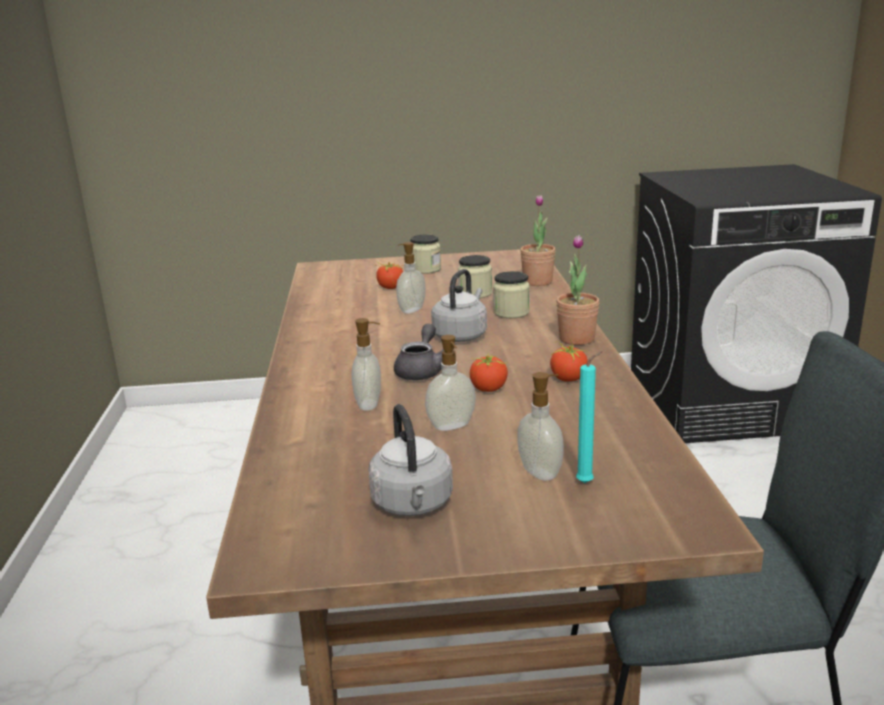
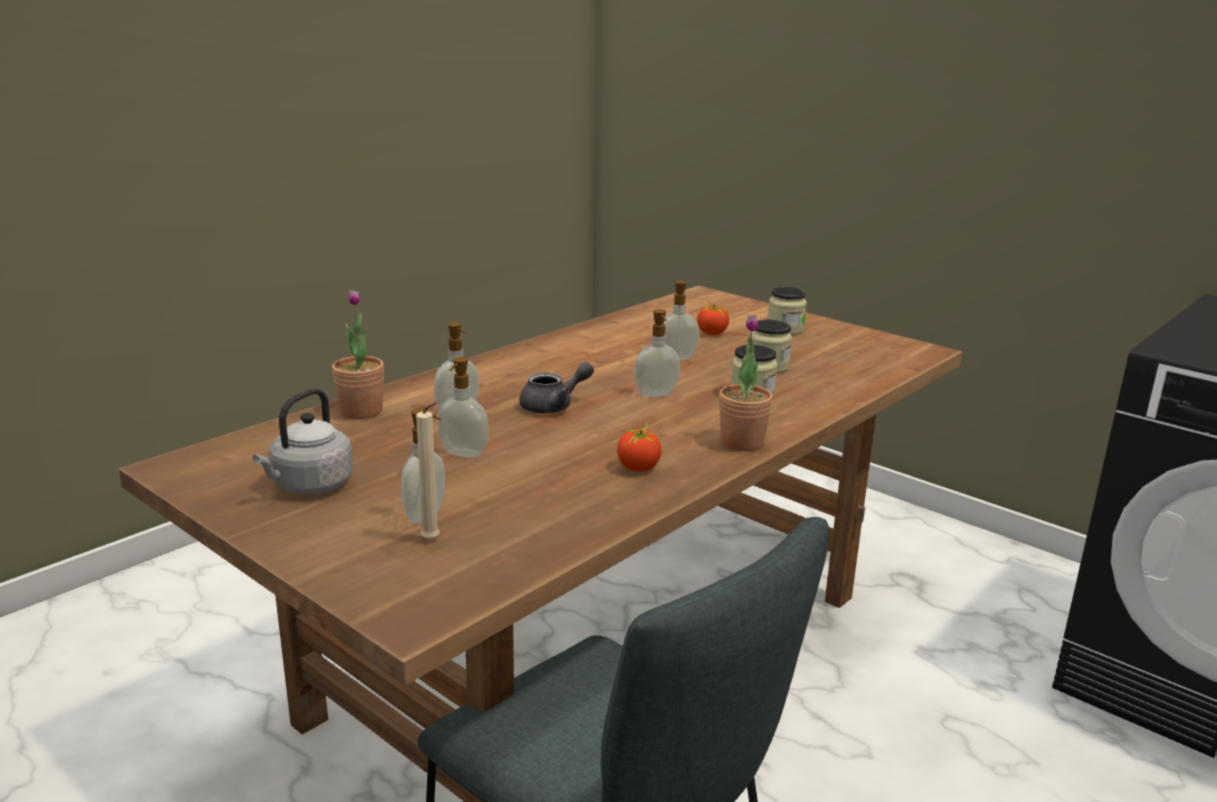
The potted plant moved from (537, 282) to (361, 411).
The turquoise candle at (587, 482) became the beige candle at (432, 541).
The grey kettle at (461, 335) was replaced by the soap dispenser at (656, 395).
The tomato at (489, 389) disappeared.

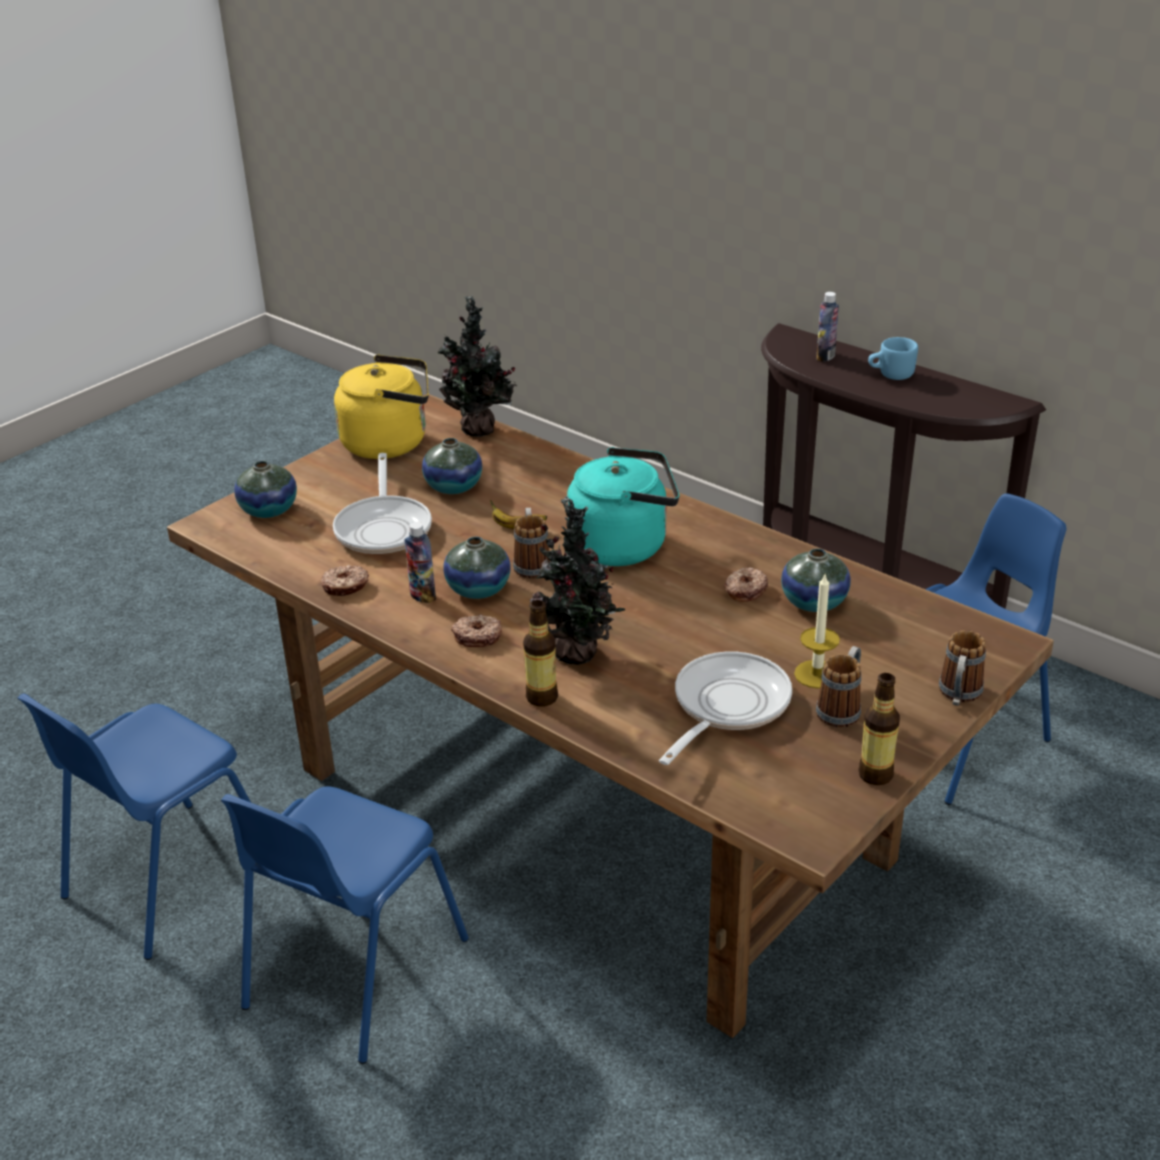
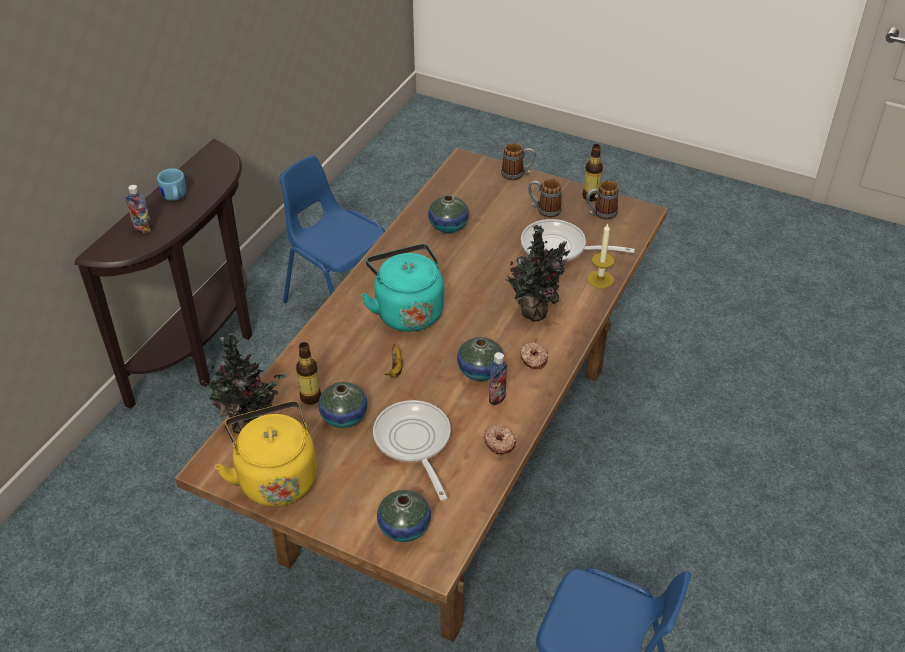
The bottle moved from (542, 697) to (310, 397).
The frying pan at (384, 527) turned 90 degrees counterclockwise.
The mug moved from (532, 564) to (600, 214).
The candle moved from (817, 674) to (600, 279).
The blue chair at (352, 973) disappeared.
The donut at (744, 590) disappeared.

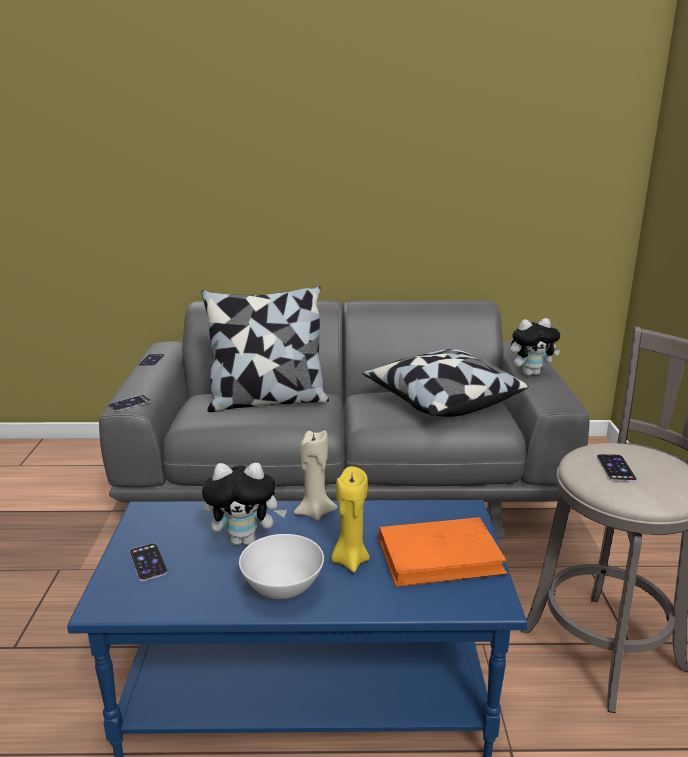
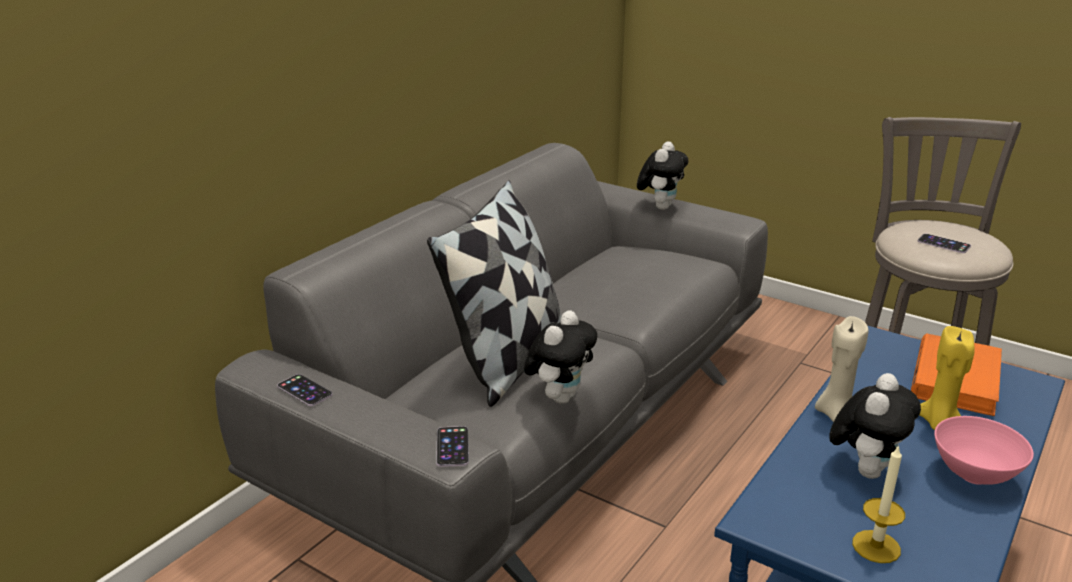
The plush toy at (560, 396) appeared.
The phone at (148, 562) was replaced by the candle at (876, 546).
The white bowl at (282, 591) became the pink bowl at (974, 476).
The pillow at (441, 401) disappeared.

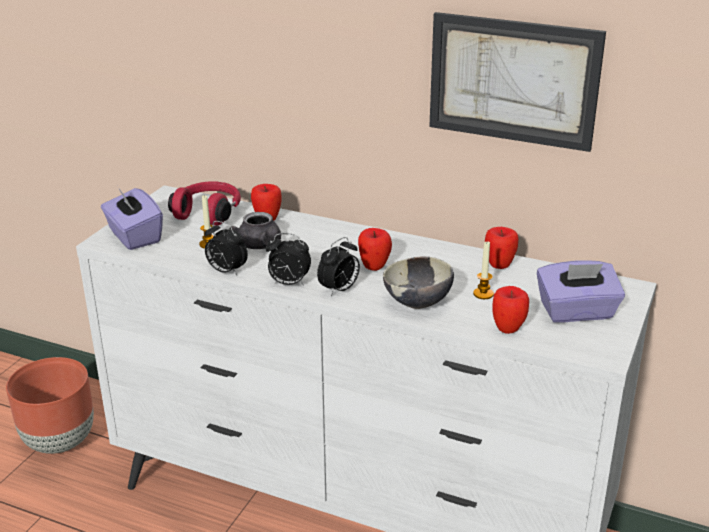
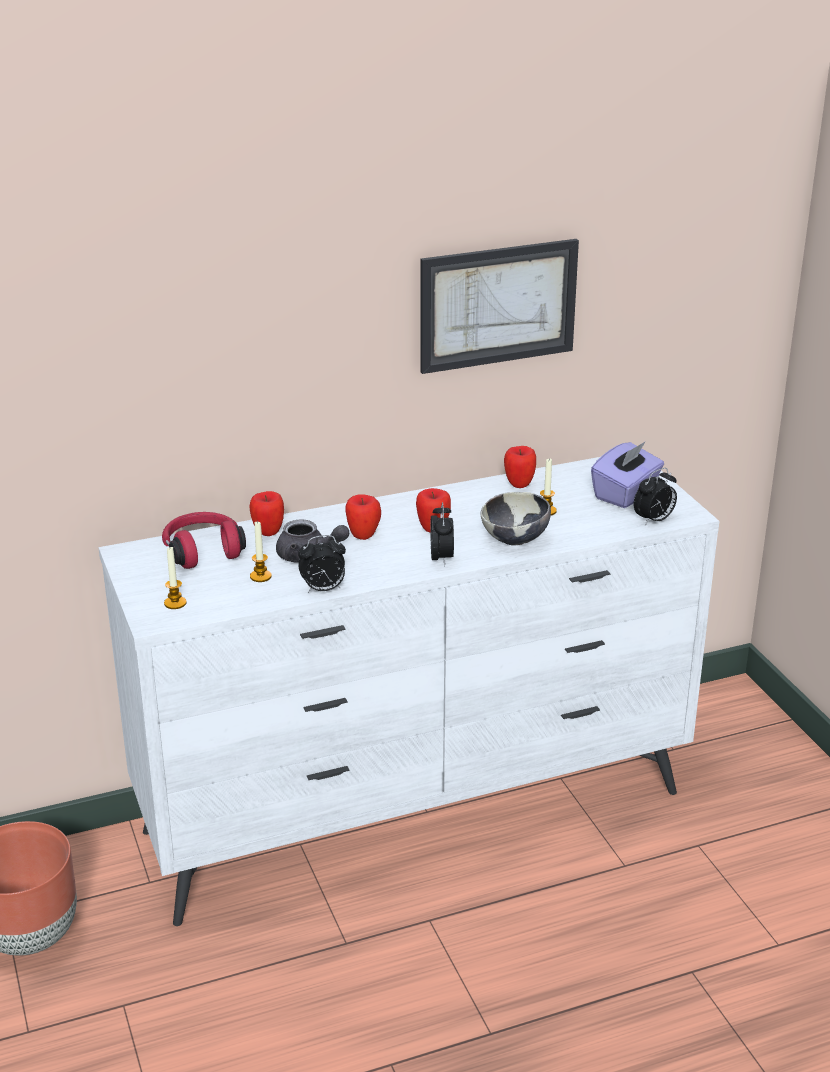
The purple tissue box at (134, 236) was replaced by the candle at (175, 603).
The apple moved from (508, 329) to (363, 535).
The alarm clock moved from (288, 283) to (654, 520).

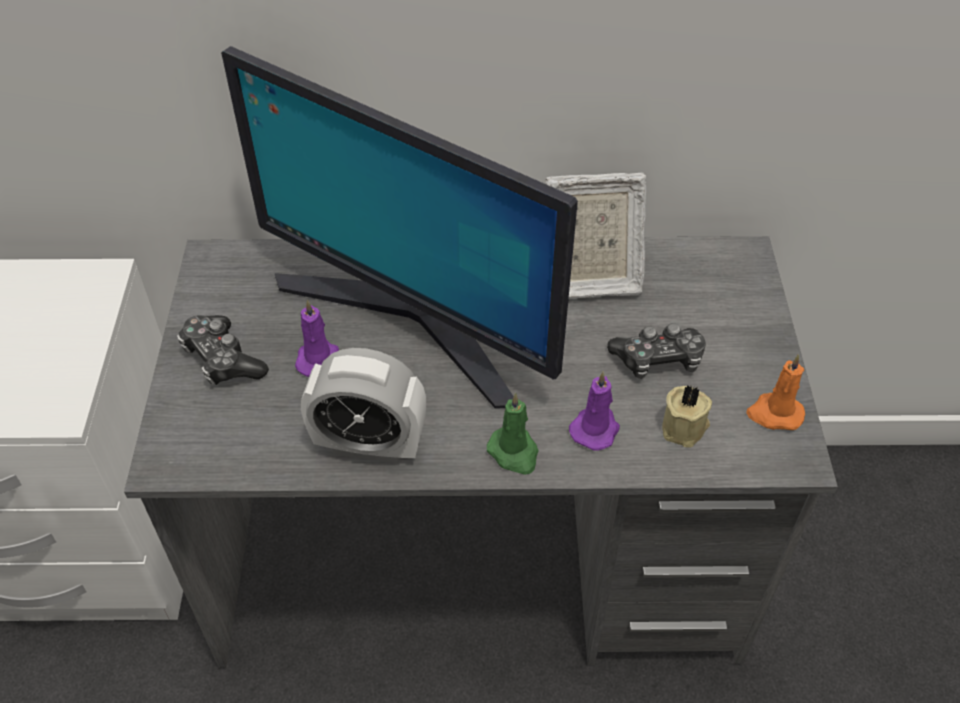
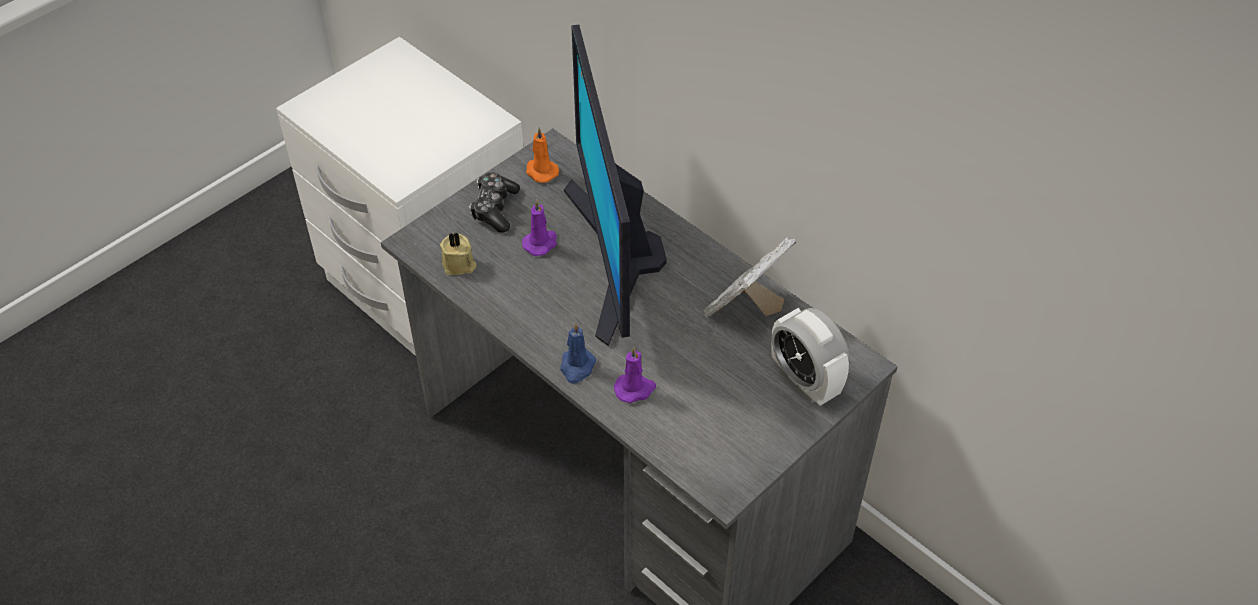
The beige candle moved from (685, 428) to (459, 265).
The orange candle moved from (774, 413) to (541, 171).
The green candle at (514, 453) became the blue candle at (577, 367).
The picture frame at (590, 277) turned 90 degrees clockwise.
The alarm clock moved from (369, 445) to (804, 381).
The game controller at (658, 360) disappeared.

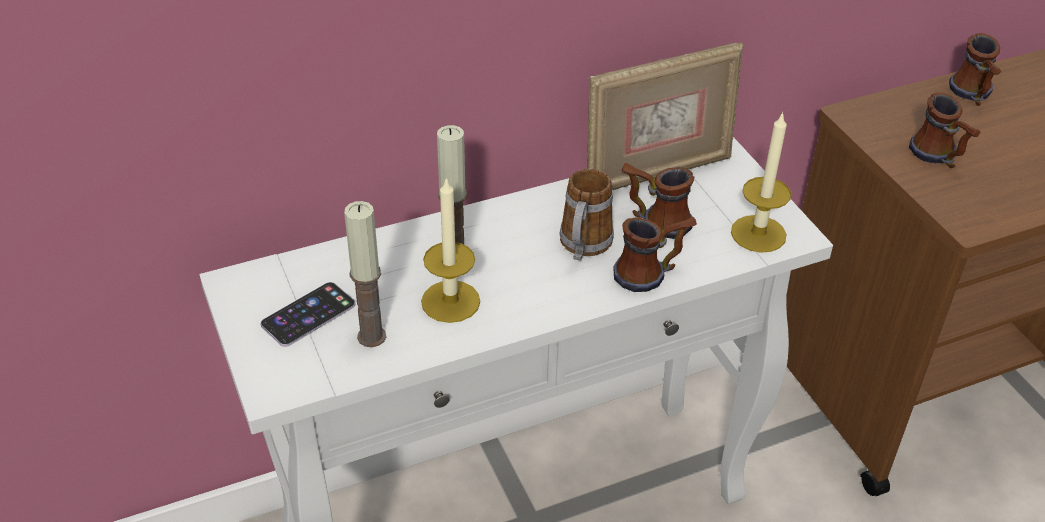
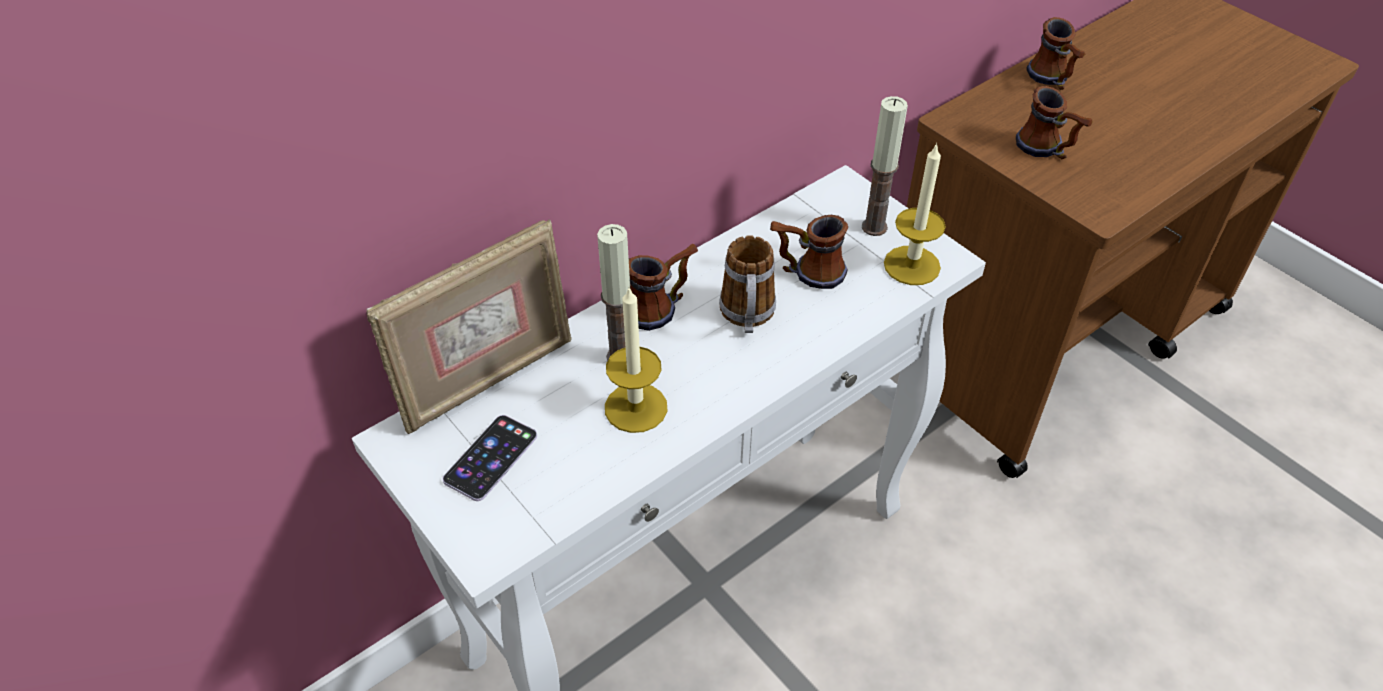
The picture frame moved from (656, 172) to (487, 380).
The mug moved from (651, 273) to (661, 307).
The candle moved from (371, 336) to (874, 227).

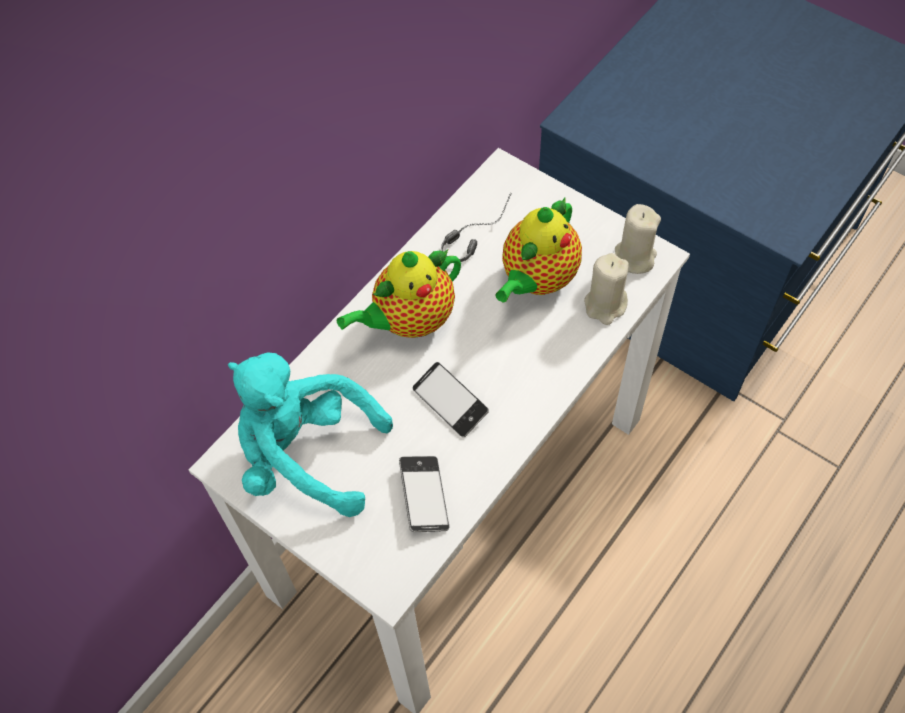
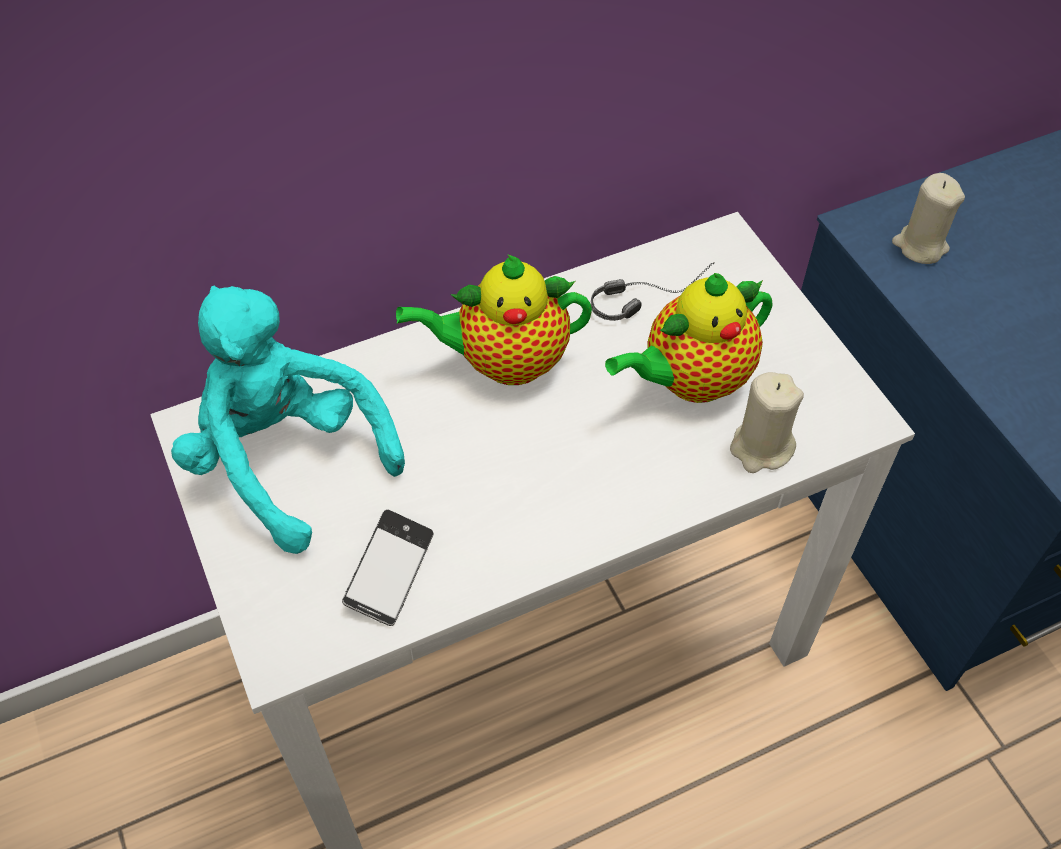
The beige candle moved from (633, 257) to (920, 246).
The phone at (450, 402) disappeared.

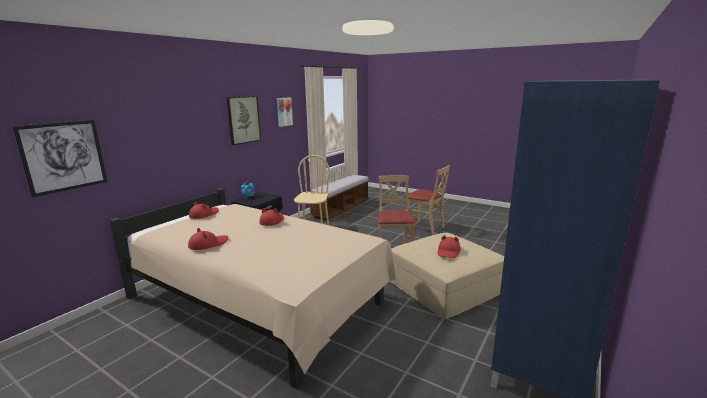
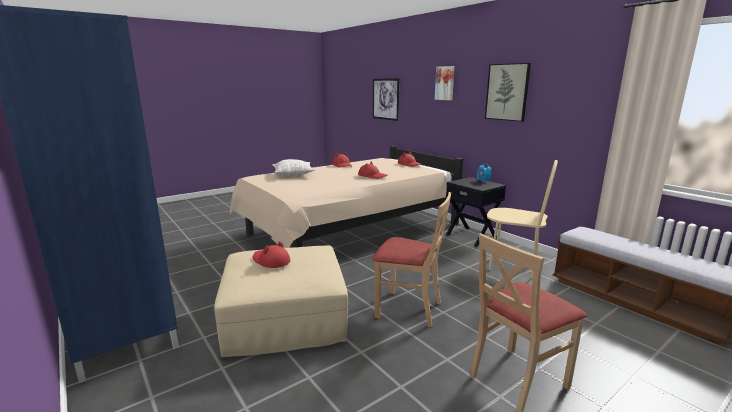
The pillow at (293, 174) appeared.
The picture moved from (284, 111) to (445, 83).

